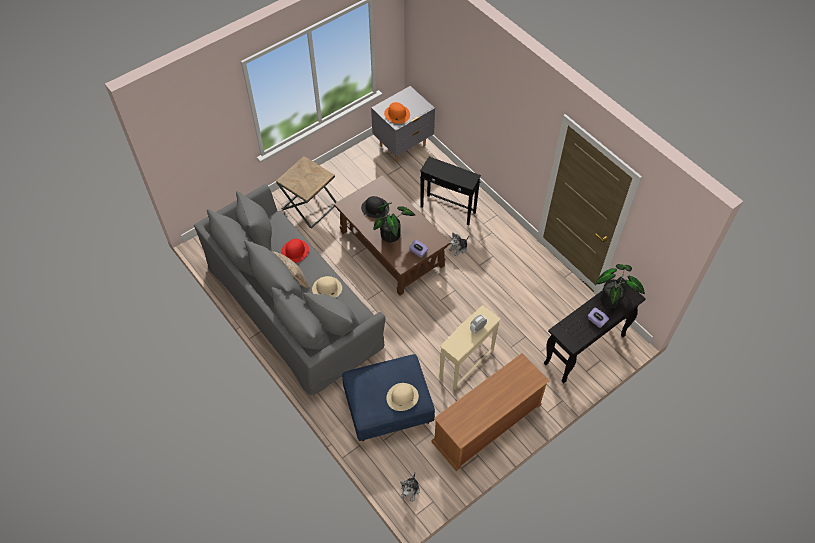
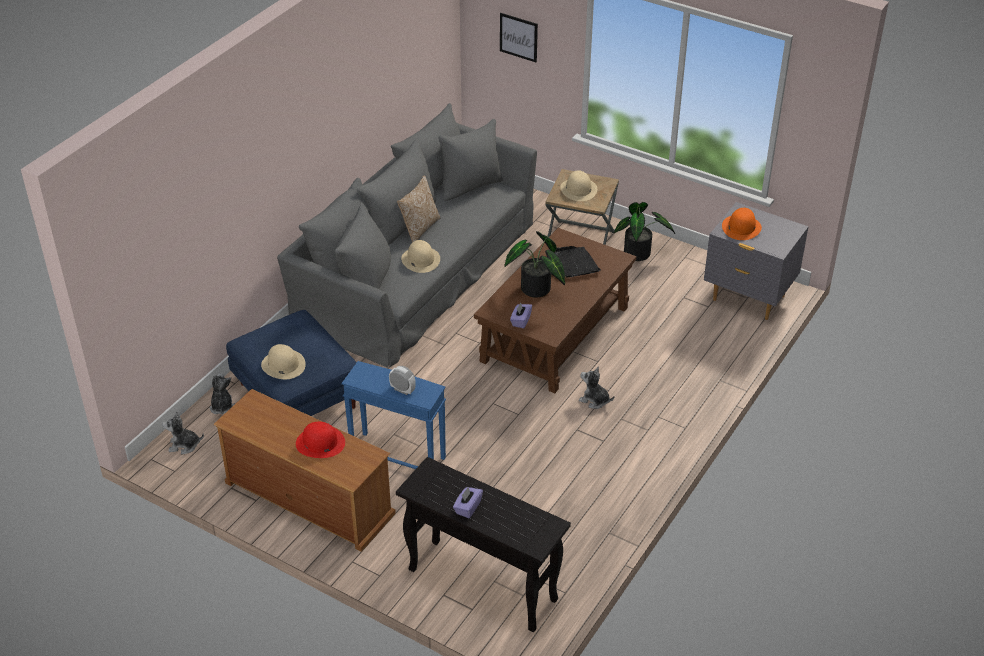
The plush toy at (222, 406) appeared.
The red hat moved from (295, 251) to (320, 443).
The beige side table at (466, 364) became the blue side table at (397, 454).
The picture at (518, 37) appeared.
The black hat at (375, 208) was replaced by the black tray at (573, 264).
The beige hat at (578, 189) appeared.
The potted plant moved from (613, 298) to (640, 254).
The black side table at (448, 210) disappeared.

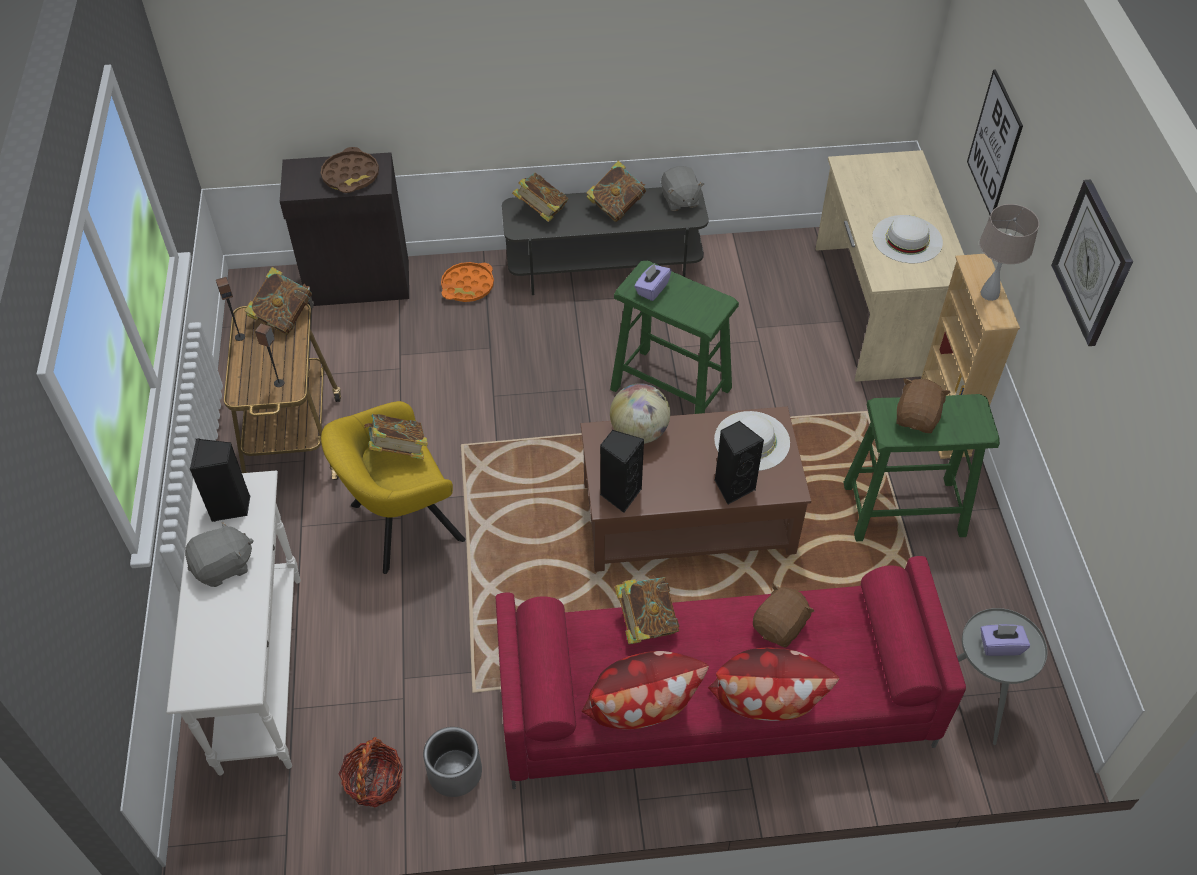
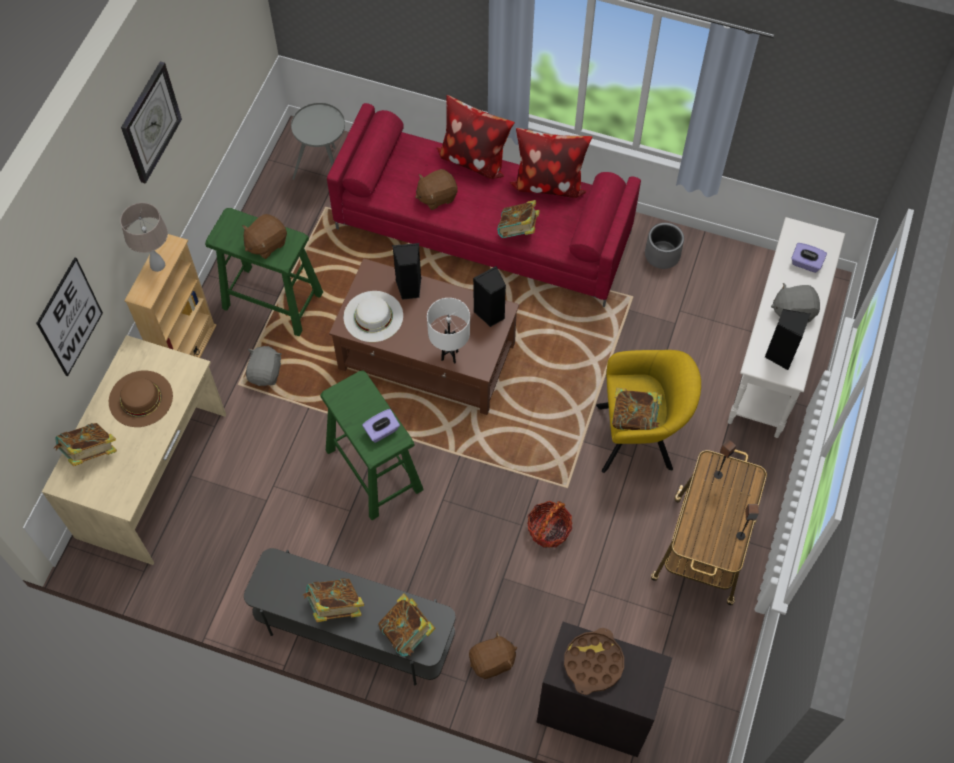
The book moved from (283, 317) to (90, 452).
The white hat at (907, 239) became the brown hat at (140, 398).
The grey plush toy moved from (680, 200) to (266, 373).
The globe at (639, 432) was replaced by the white table lamp at (449, 356).
The orange tray at (468, 286) was replaced by the brown plush toy at (492, 662).
The basket moved from (374, 781) to (548, 530).
The purple tissue box moved from (1000, 646) to (806, 263).

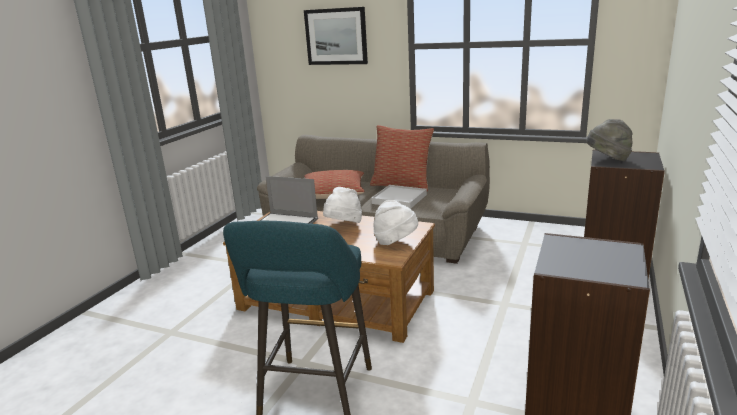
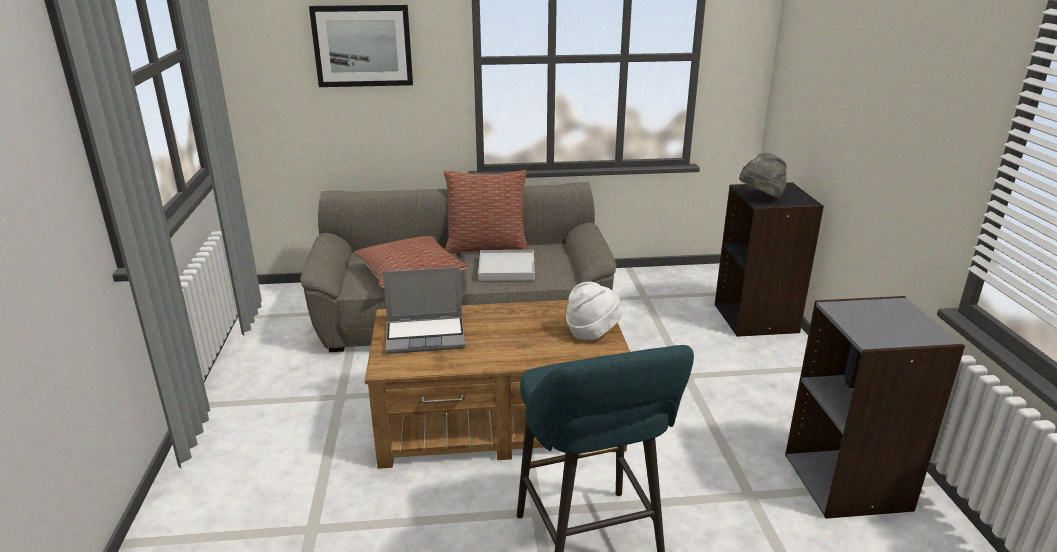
The white hat at (343, 226) disappeared.

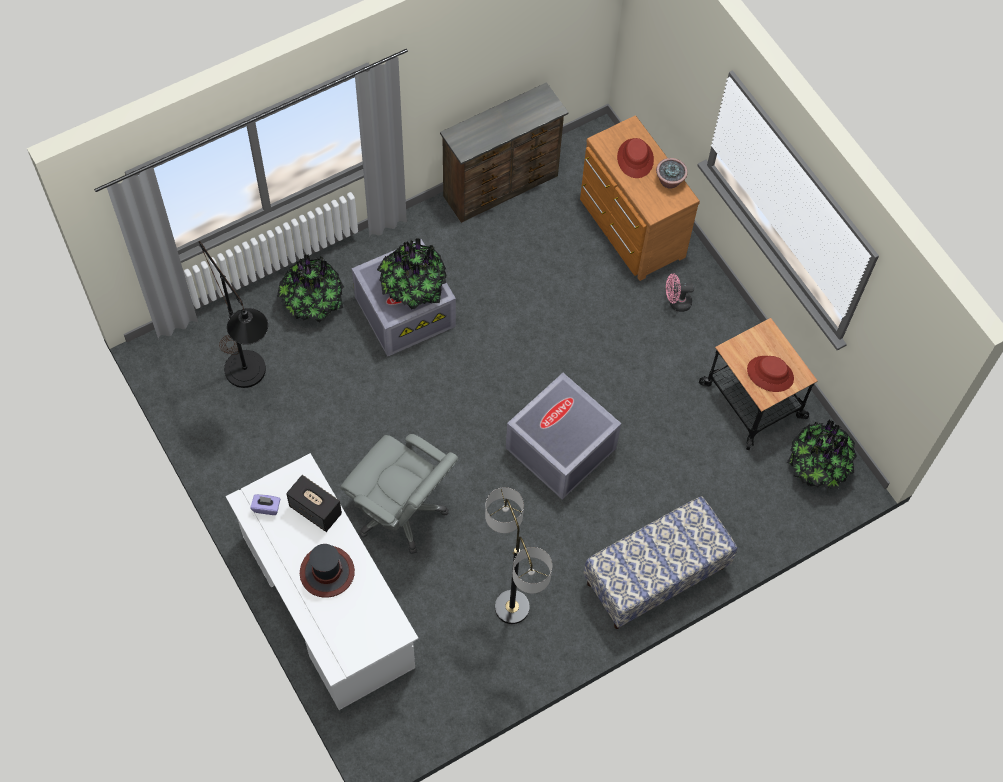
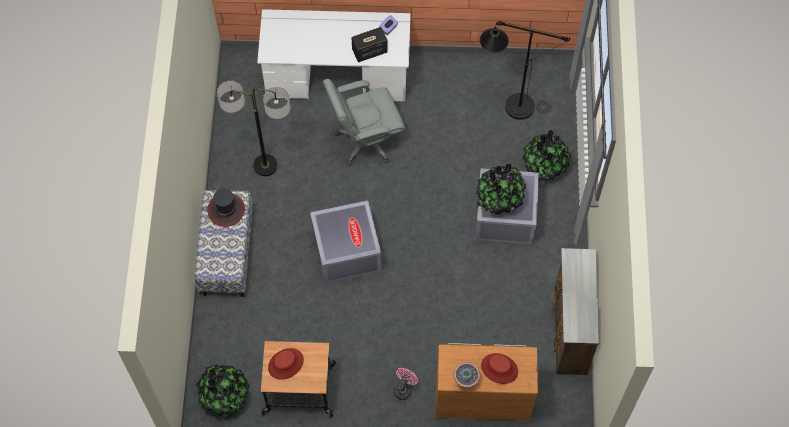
The hat moved from (326, 572) to (226, 210).

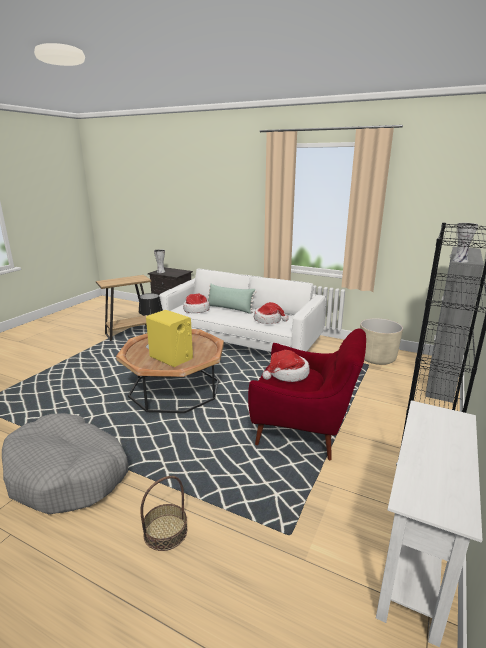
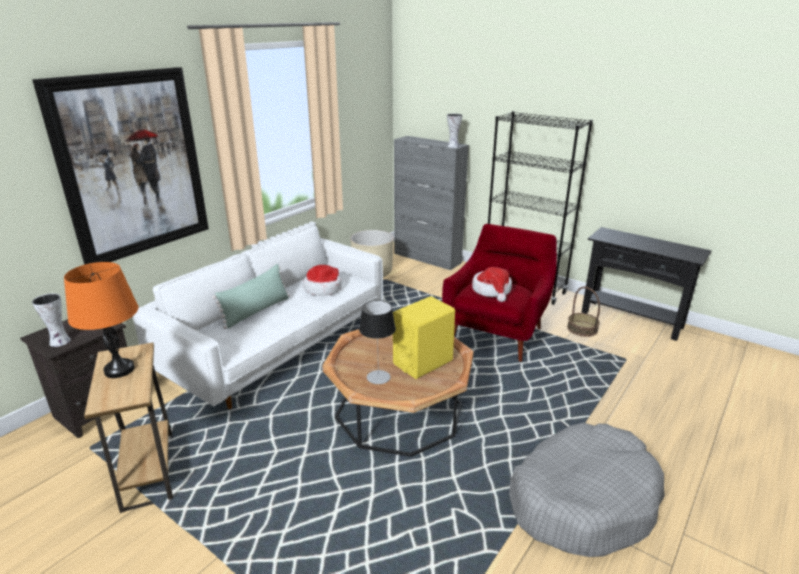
The picture at (132, 165) appeared.
The orange table lamp at (119, 370) appeared.
The basket moved from (165, 532) to (582, 329).
The white console table at (415, 561) became the black console table at (631, 319).
The hat at (196, 310) disappeared.

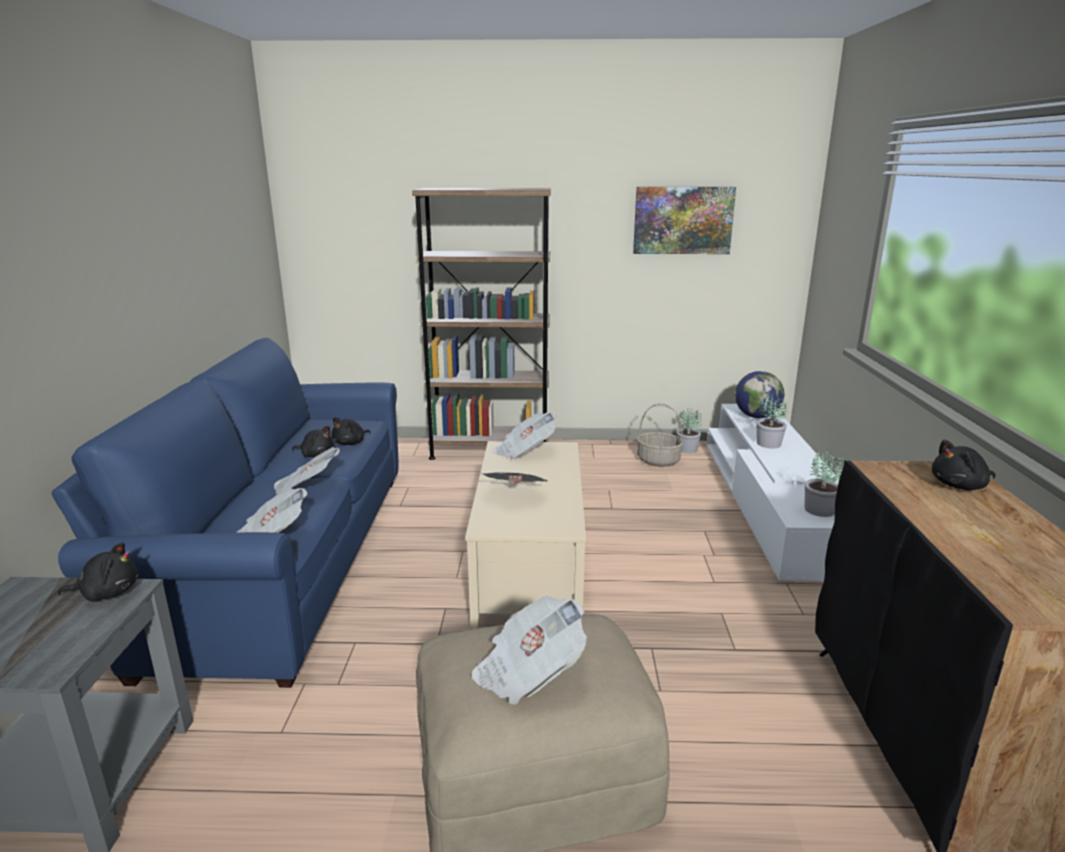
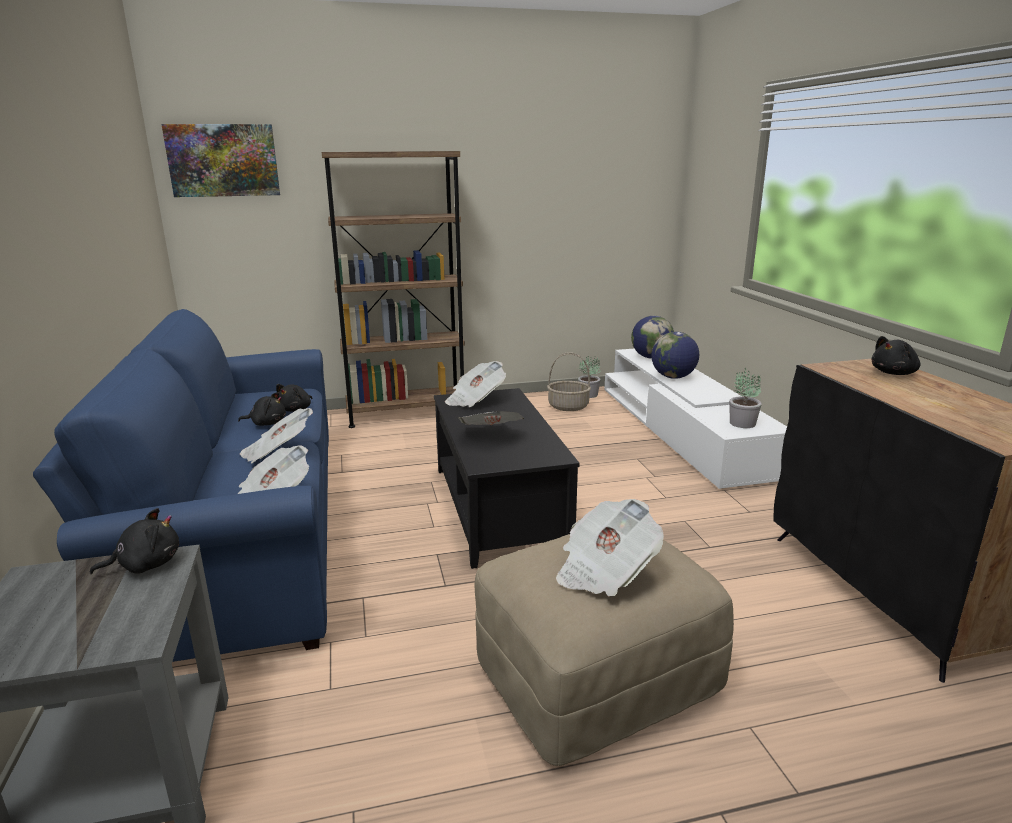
The picture moved from (683, 220) to (223, 160).
The beige coffee table at (528, 567) became the black coffee table at (496, 508).
The potted plant at (768, 443) was replaced by the globe at (673, 377).

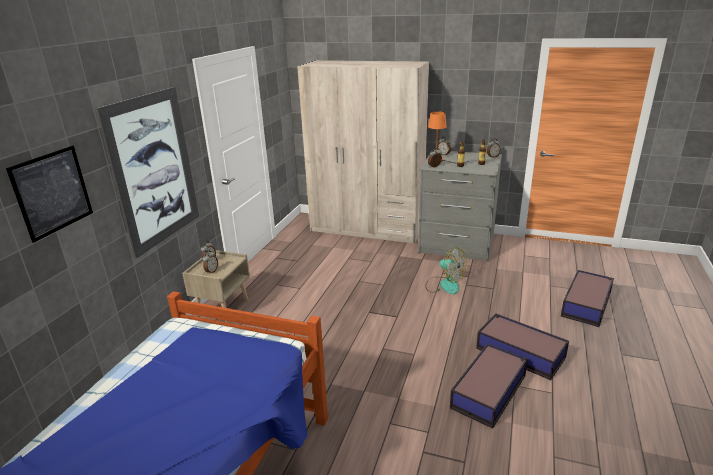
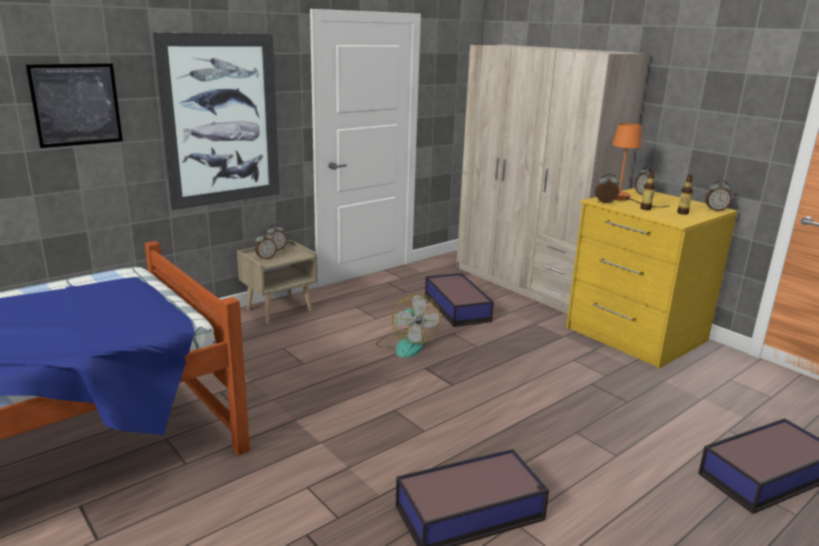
The fan moved from (444, 285) to (406, 345).
The storage box moved from (519, 352) to (457, 307).
The grey dresser at (456, 244) became the yellow dresser at (634, 335).

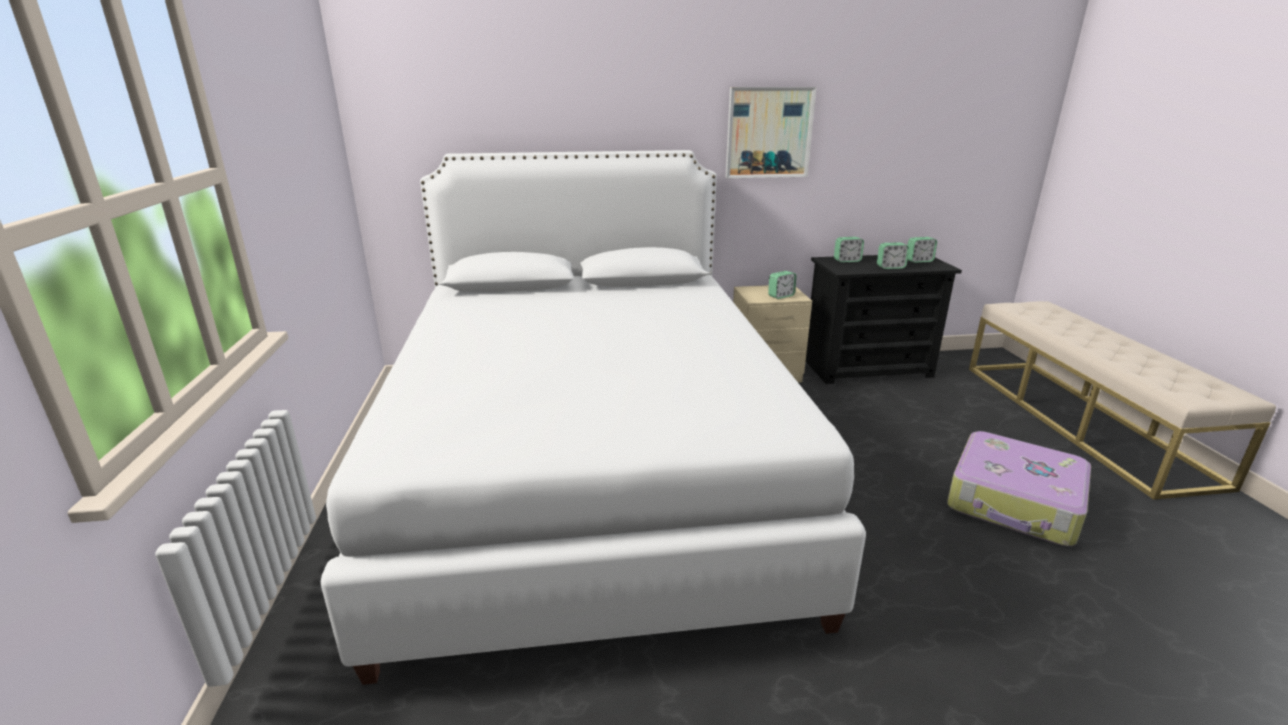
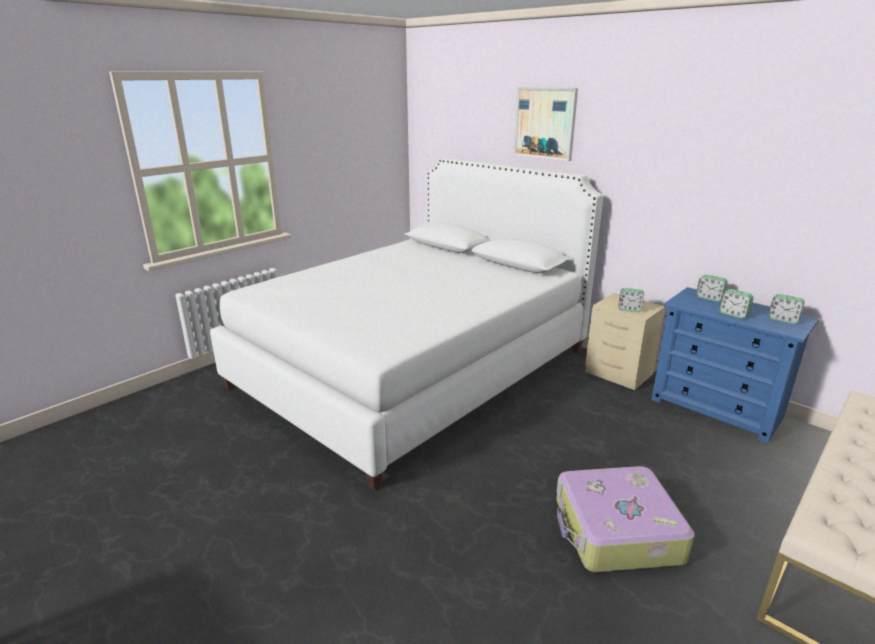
The picture moved from (768, 133) to (545, 123).
The black dresser at (868, 368) became the blue dresser at (716, 408).

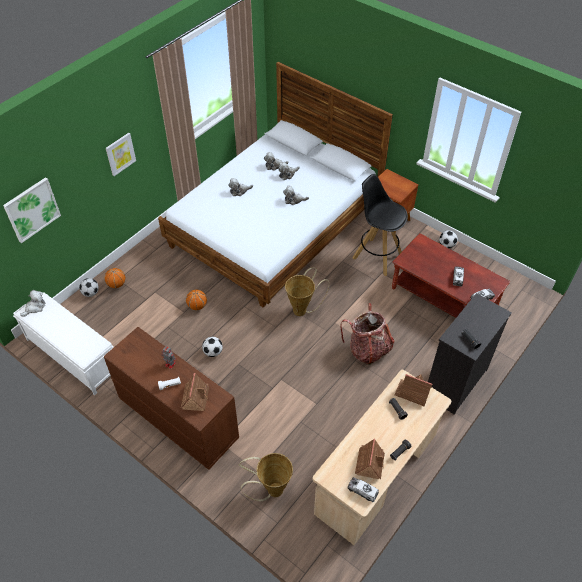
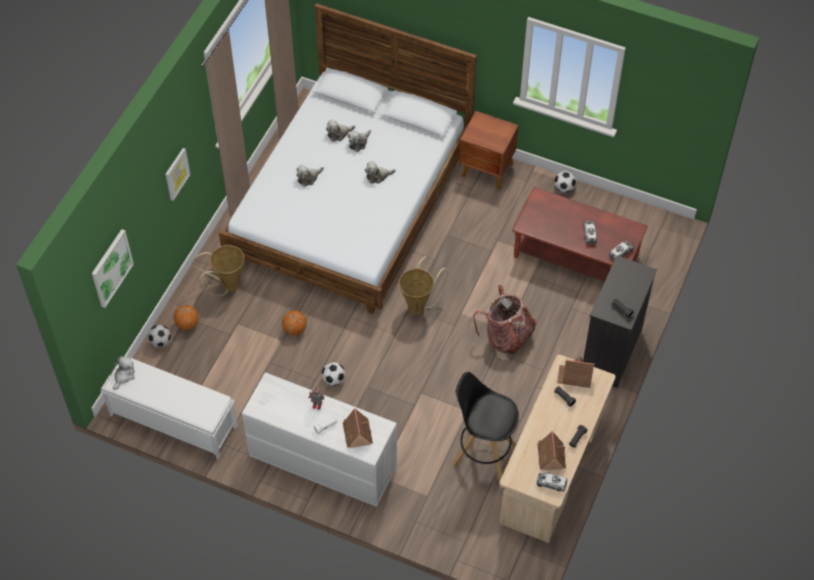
The basket moved from (271, 490) to (227, 287).
The brown dresser at (178, 418) became the white dresser at (322, 462).
The black stool moved from (377, 256) to (483, 454).

